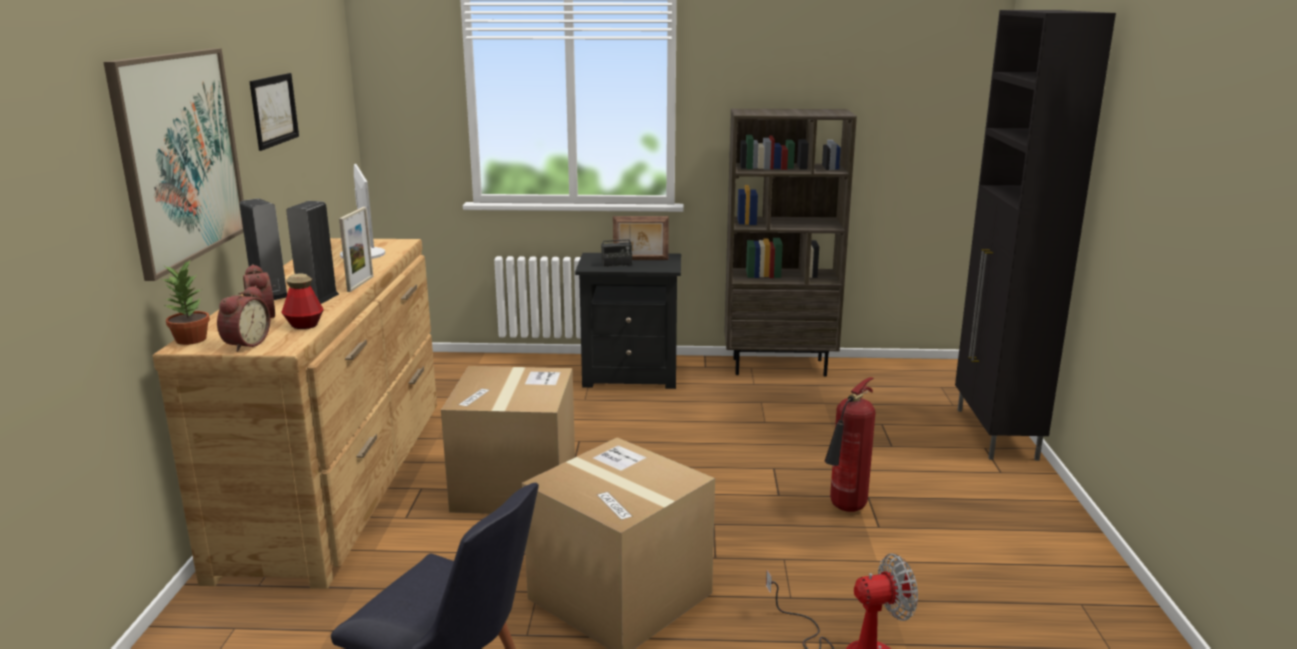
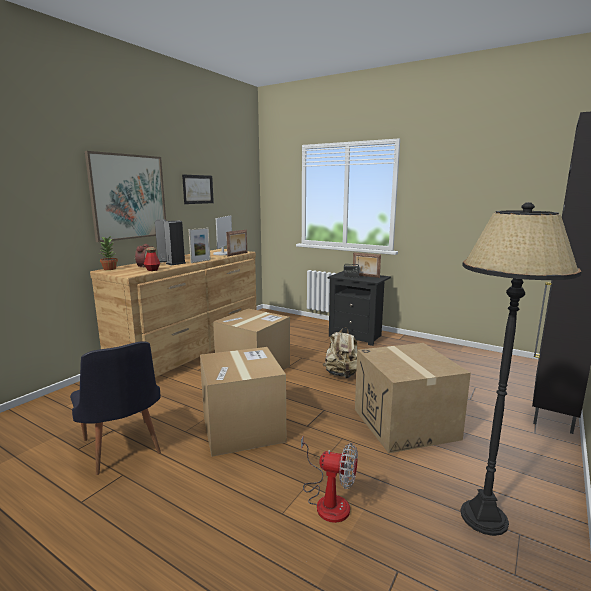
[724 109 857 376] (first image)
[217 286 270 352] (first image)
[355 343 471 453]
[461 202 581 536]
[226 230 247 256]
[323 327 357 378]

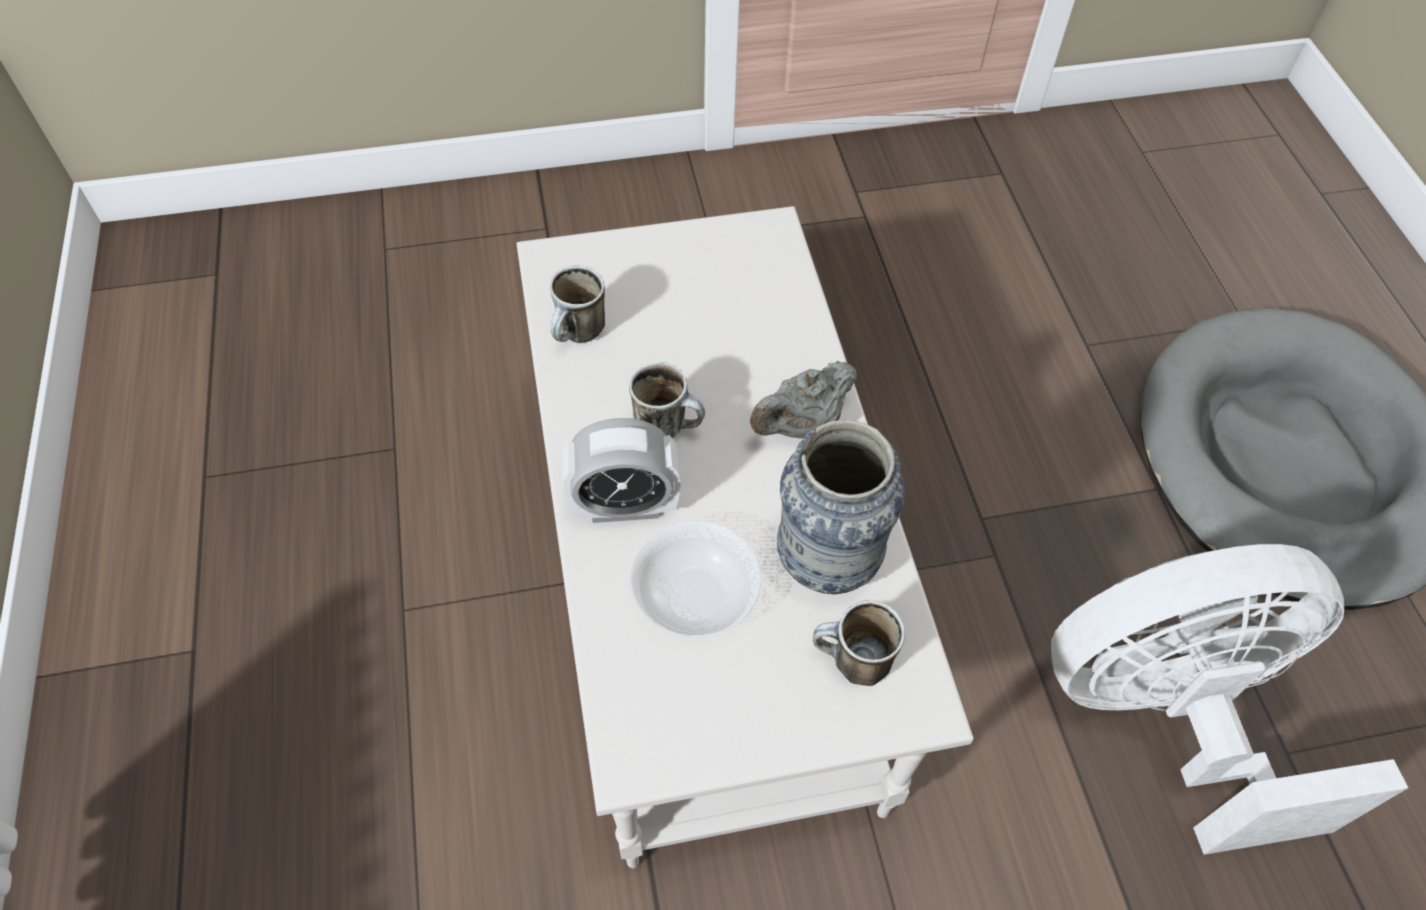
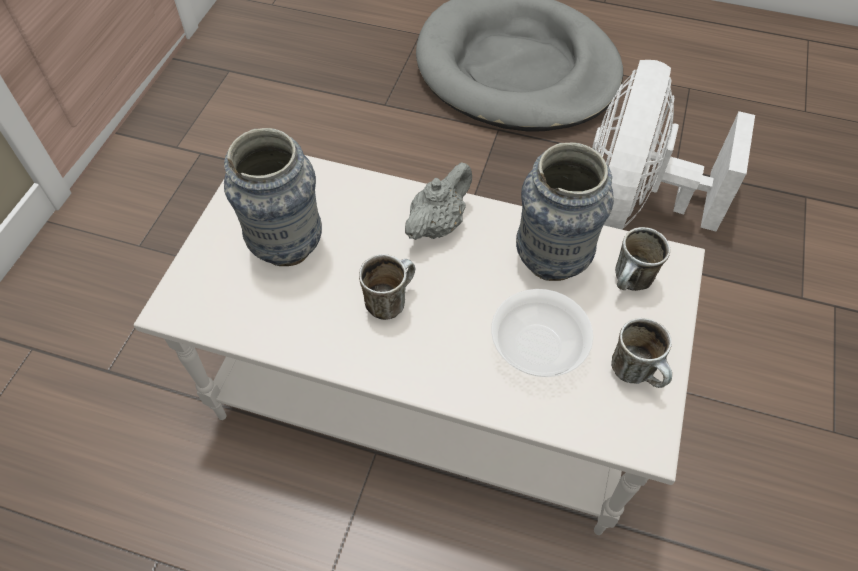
[611 318 672 388]
[405 162 472 240]
[562 418 681 523] (first image)
[224 128 322 266]

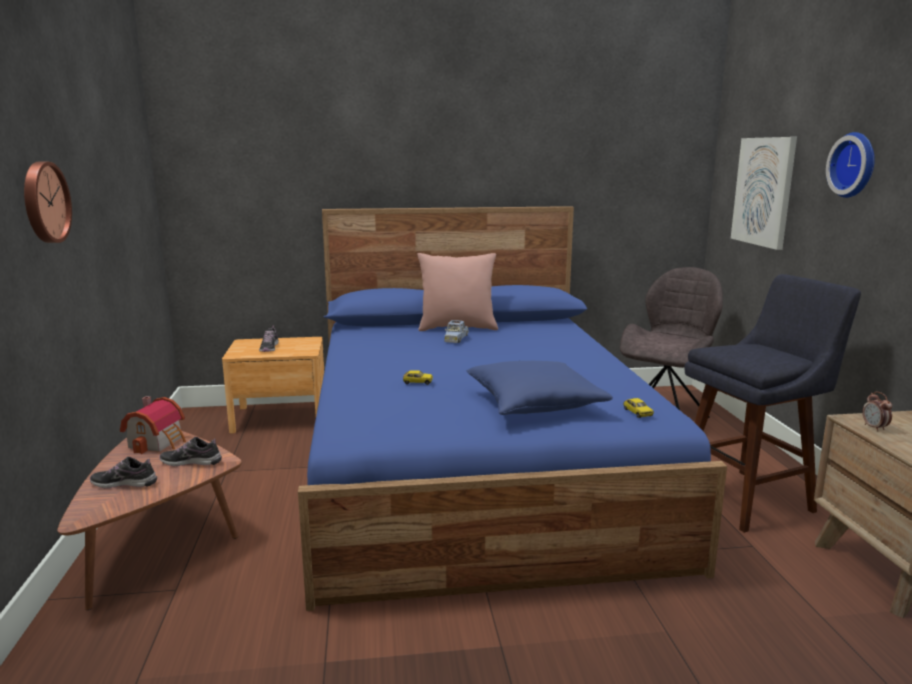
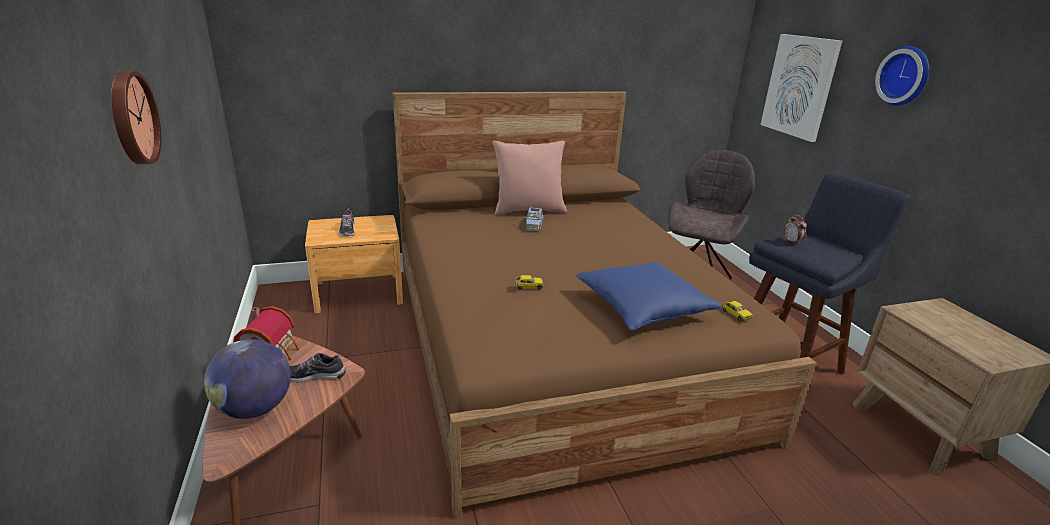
[393 91 816 518]
[784 215 807 244]
[204 339 291 419]

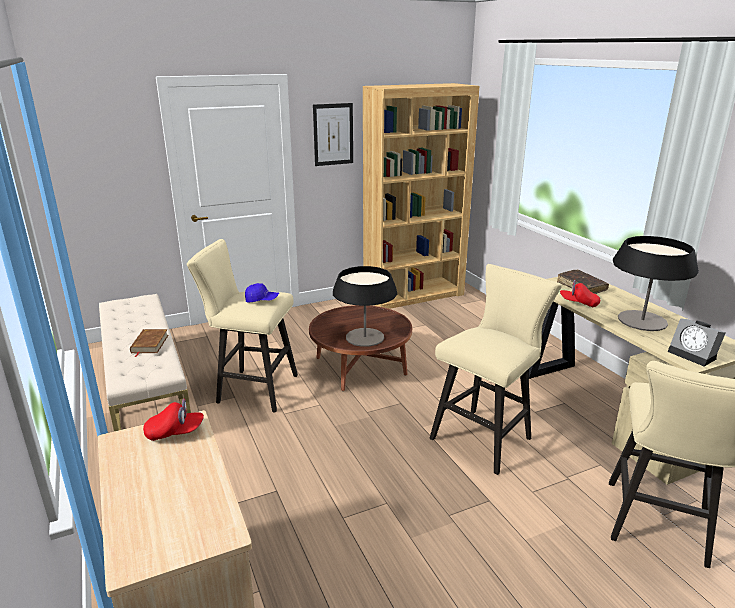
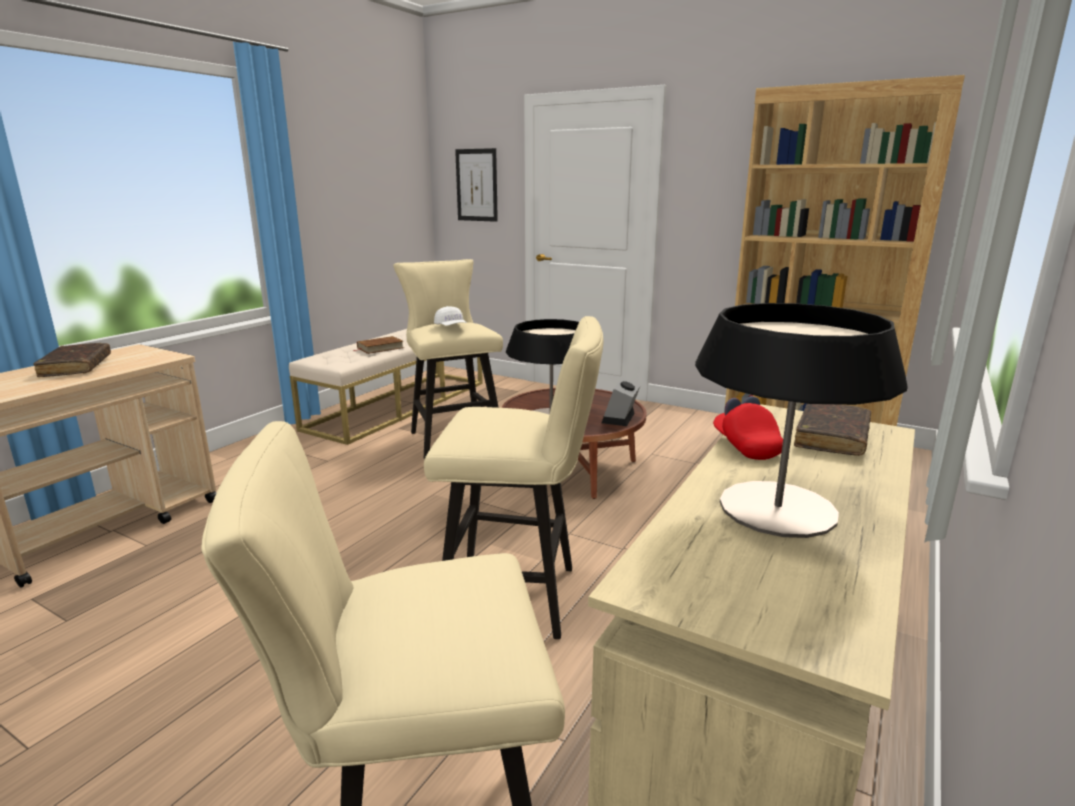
[455 148 498 222]
[434 306 467 326]
[602 378 640 426]
[143 399 204 441] (first image)
[33 343 111 377]

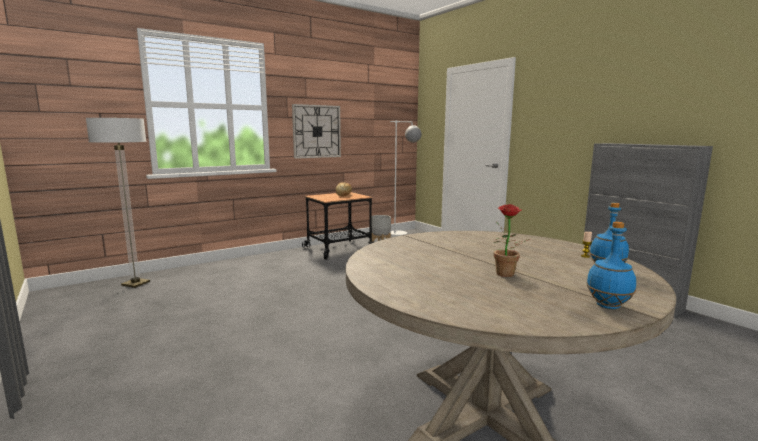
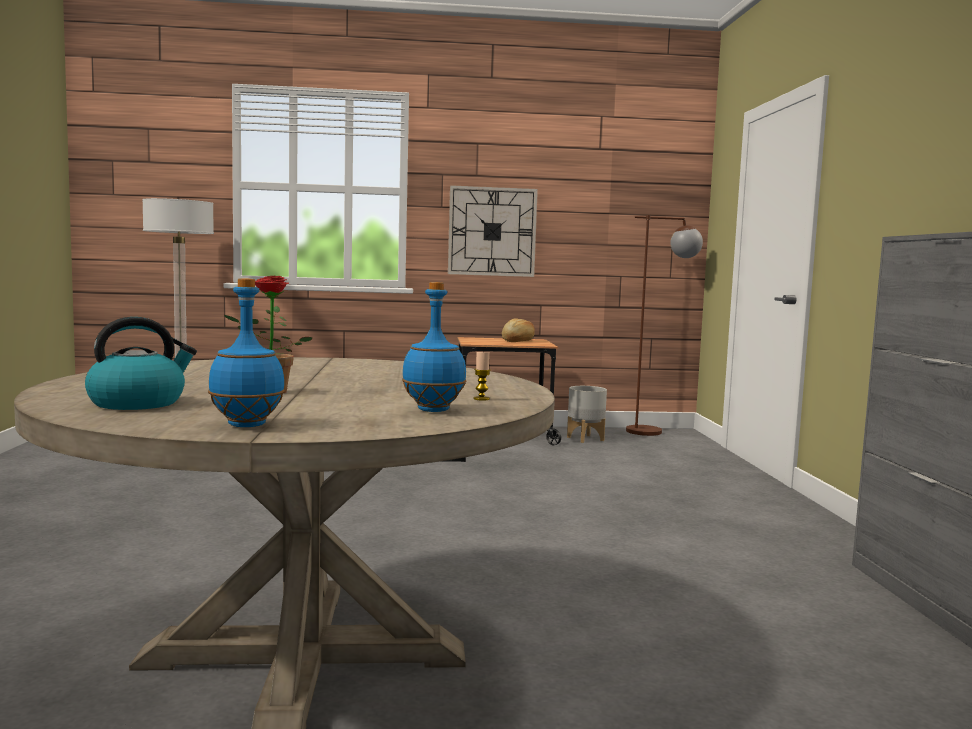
[626 215 703 436]
[85 317 197 410]

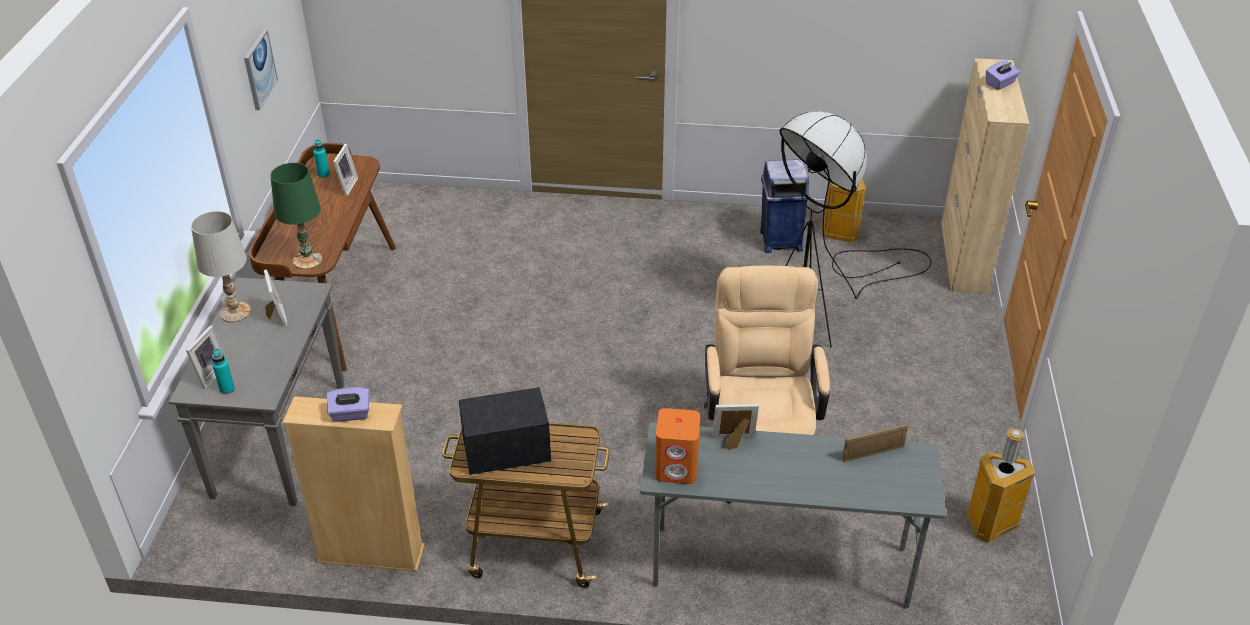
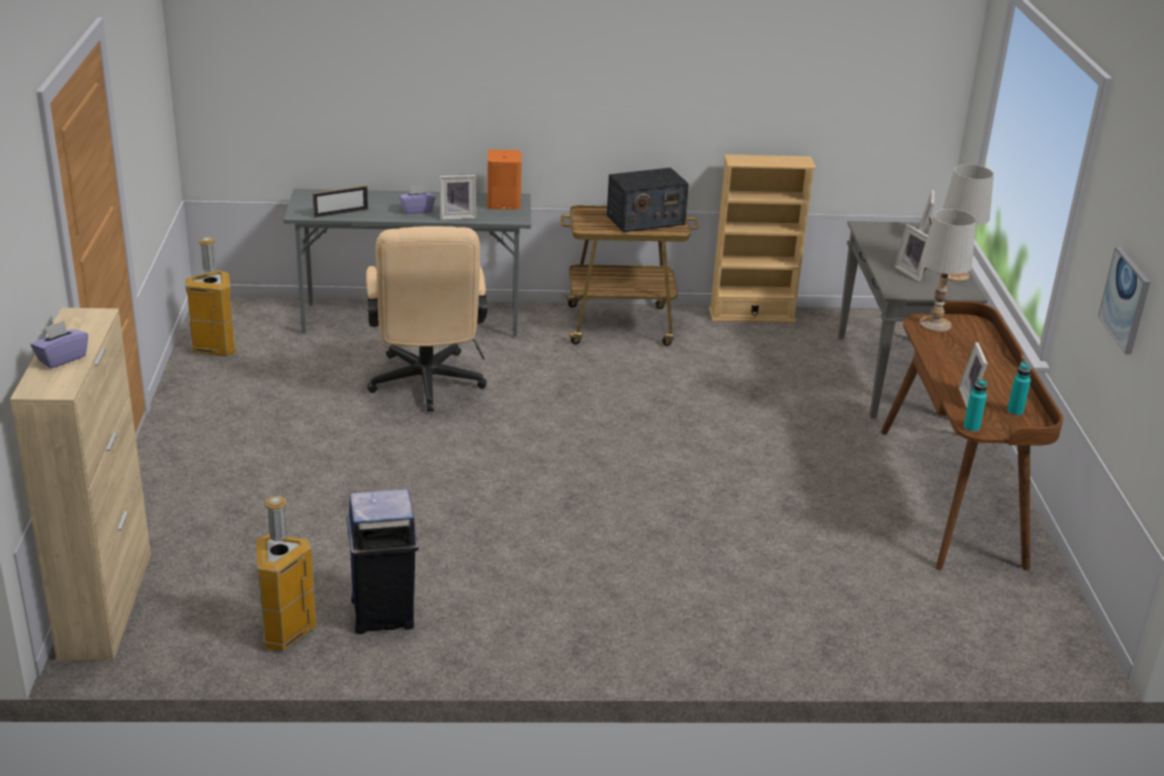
[779 111 931 347] (first image)
[919 209 976 332]
[963 379 987 432]
[399 185 435 214]

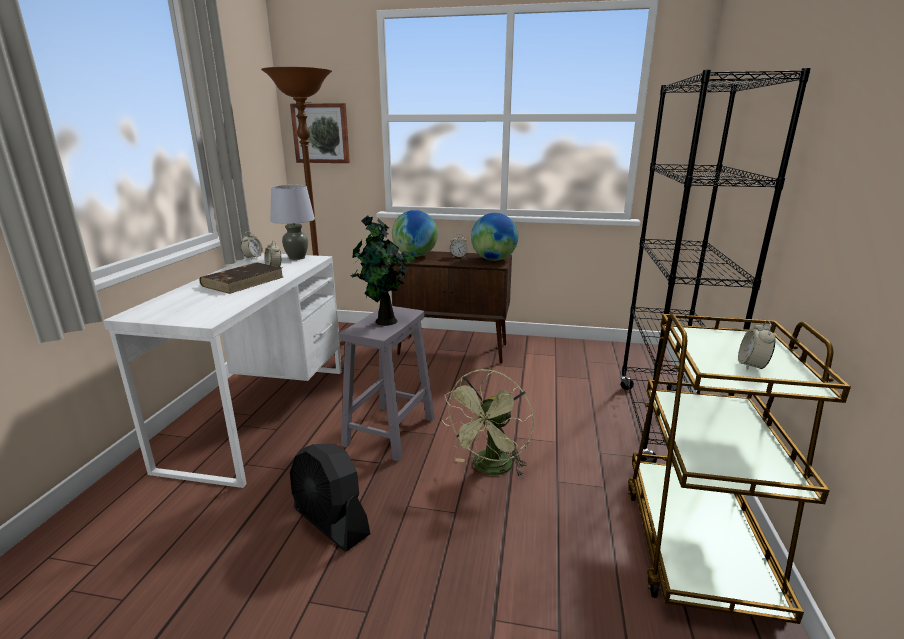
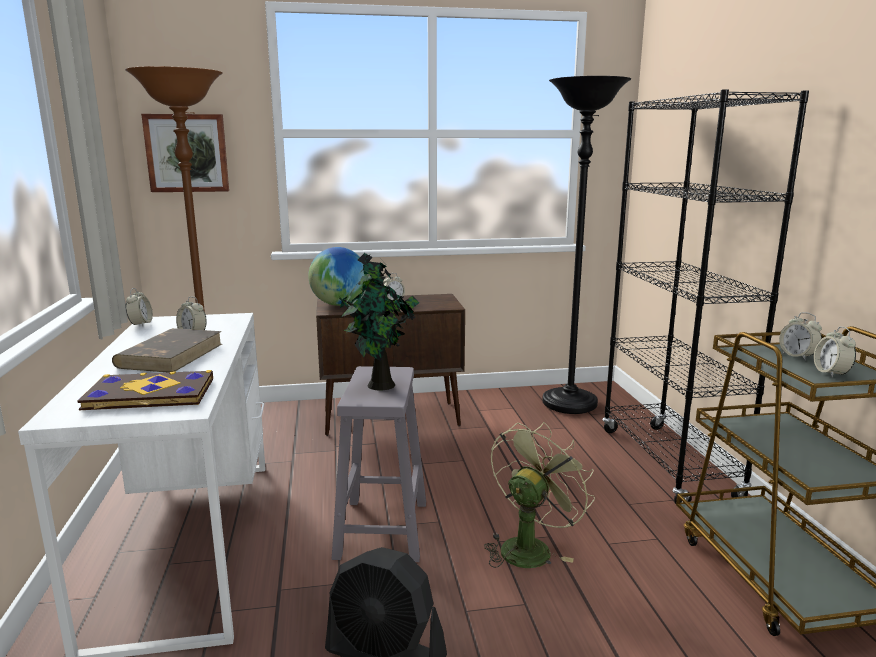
[270 185 315 260] (first image)
[471 213 518 261] (first image)
[484 422 595 568]
[542 76 631 414]
[779 312 822 360]
[77 370 213 410]

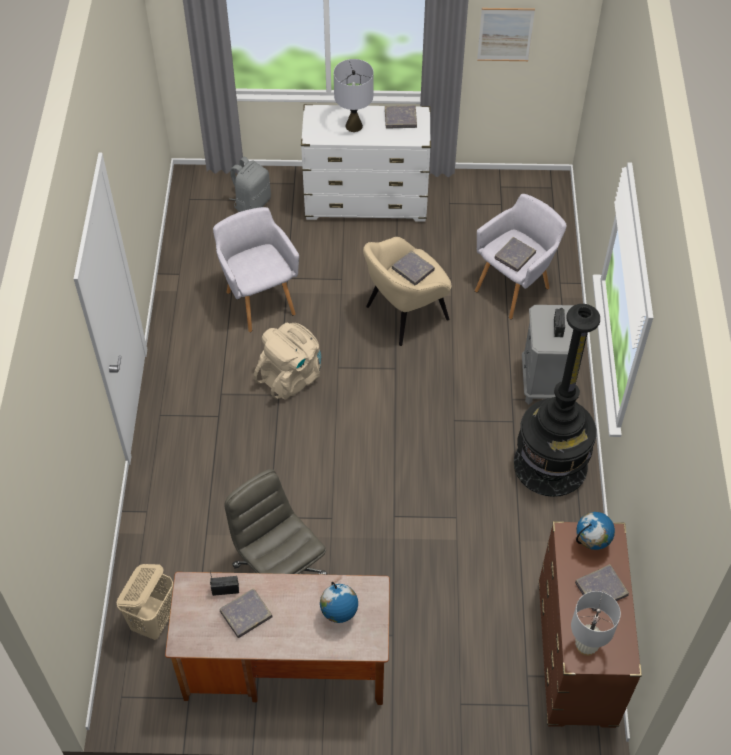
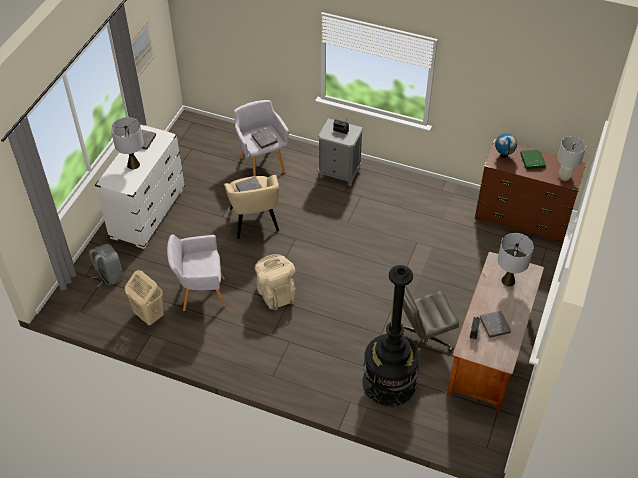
[362 265 420 407]
[125 270 164 325]
[520 150 546 169]
[498 233 534 286]

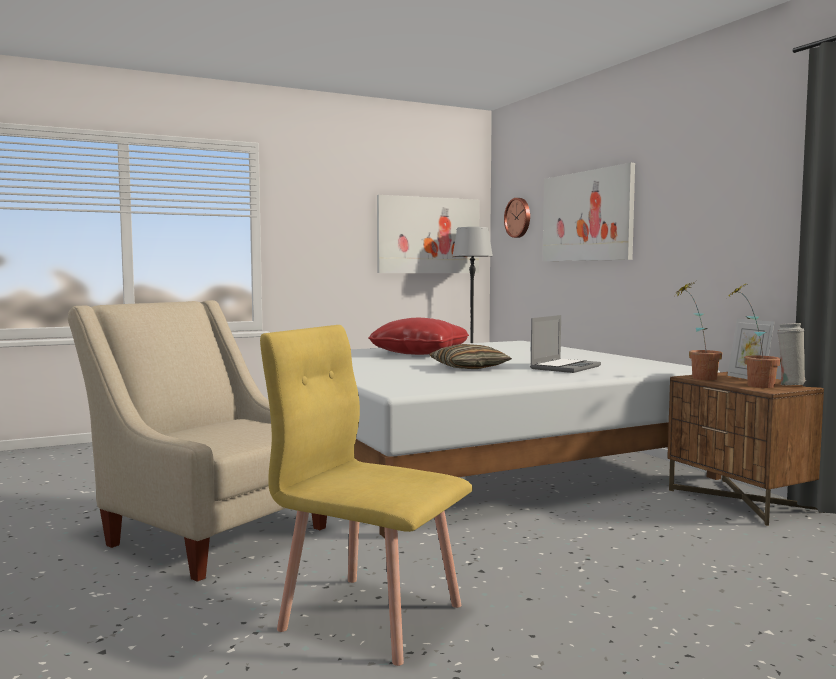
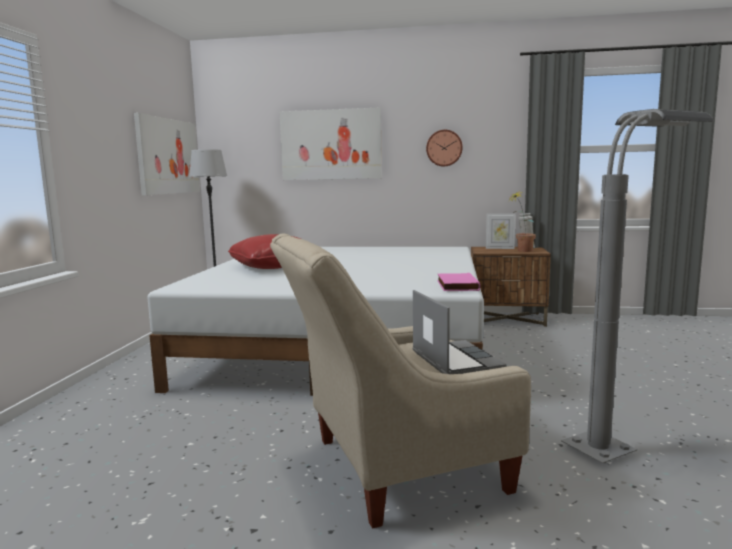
[426 130 463 166]
[673 282 722 380] (first image)
[412 290 507 374]
[561 109 714 464]
[429 344 512 369] (first image)
[437 273 480 291]

